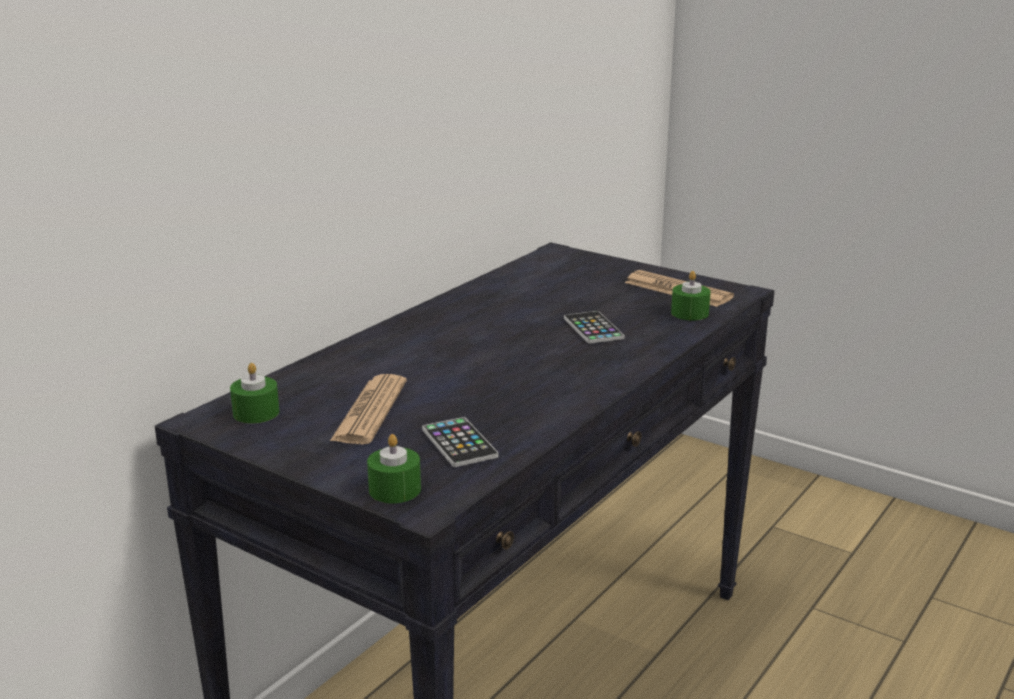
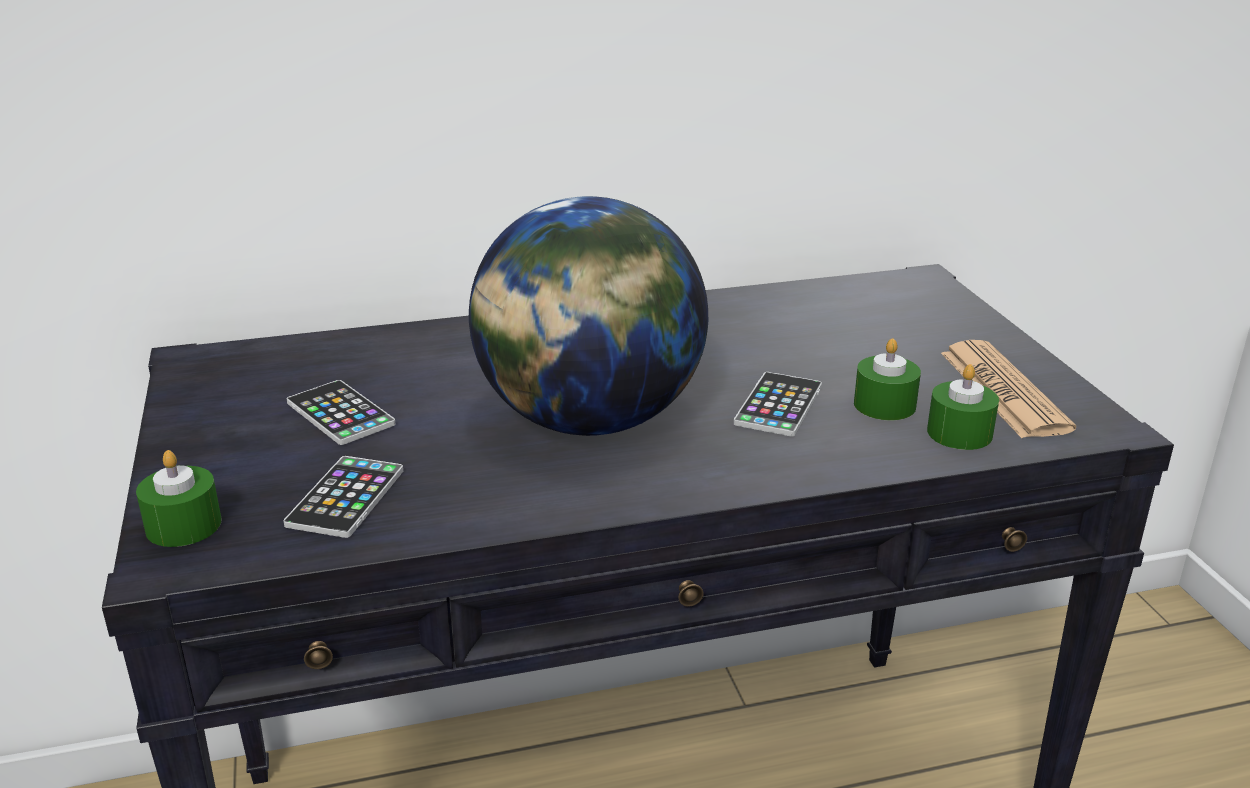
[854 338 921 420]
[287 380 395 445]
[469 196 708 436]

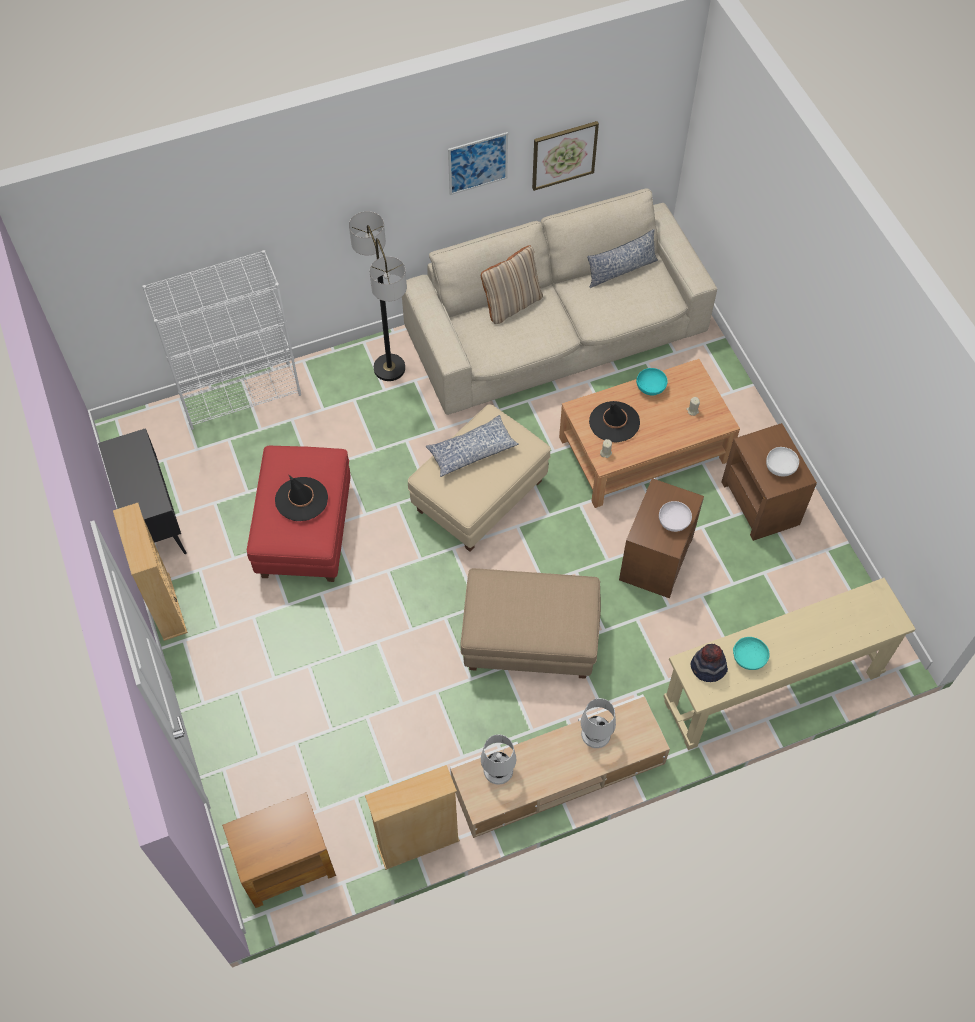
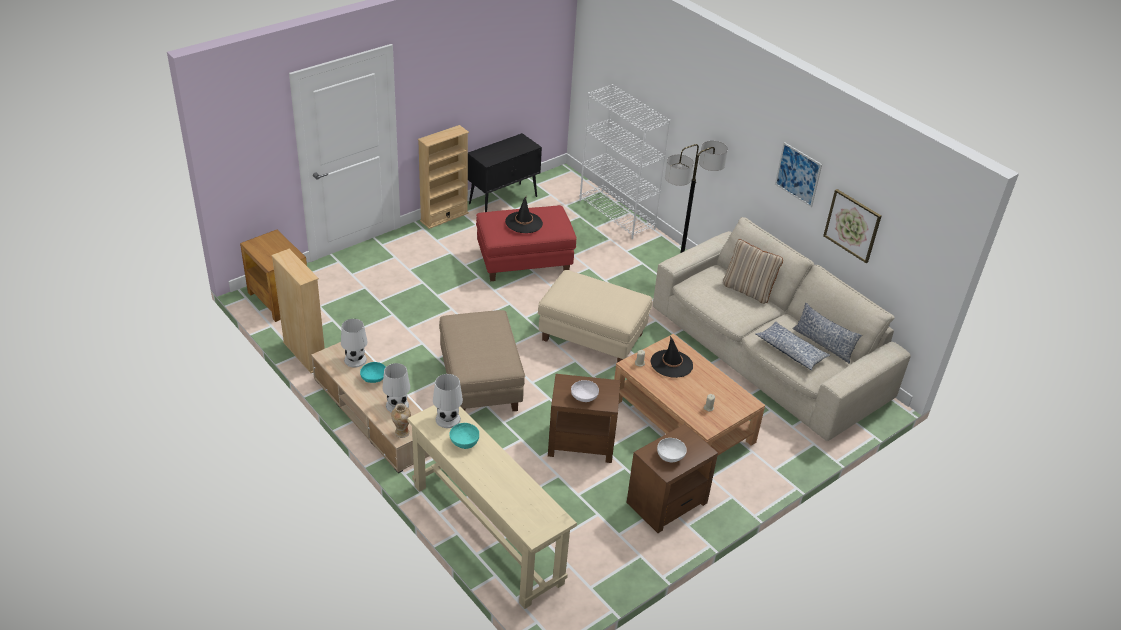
[360 362 386 383]
[755 322 830 370]
[433 374 463 428]
[391 403 411 438]

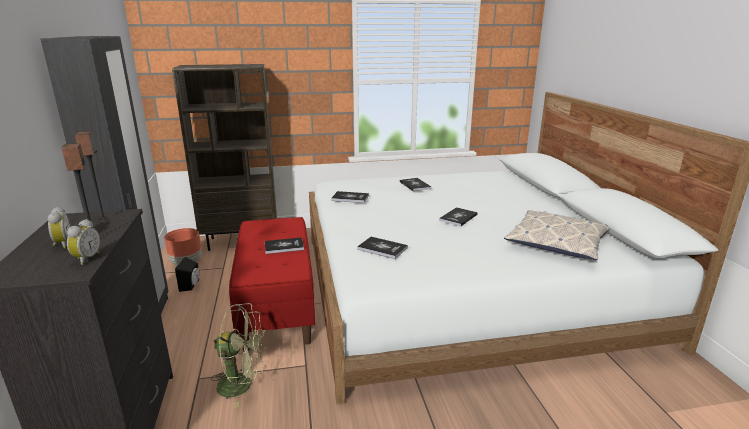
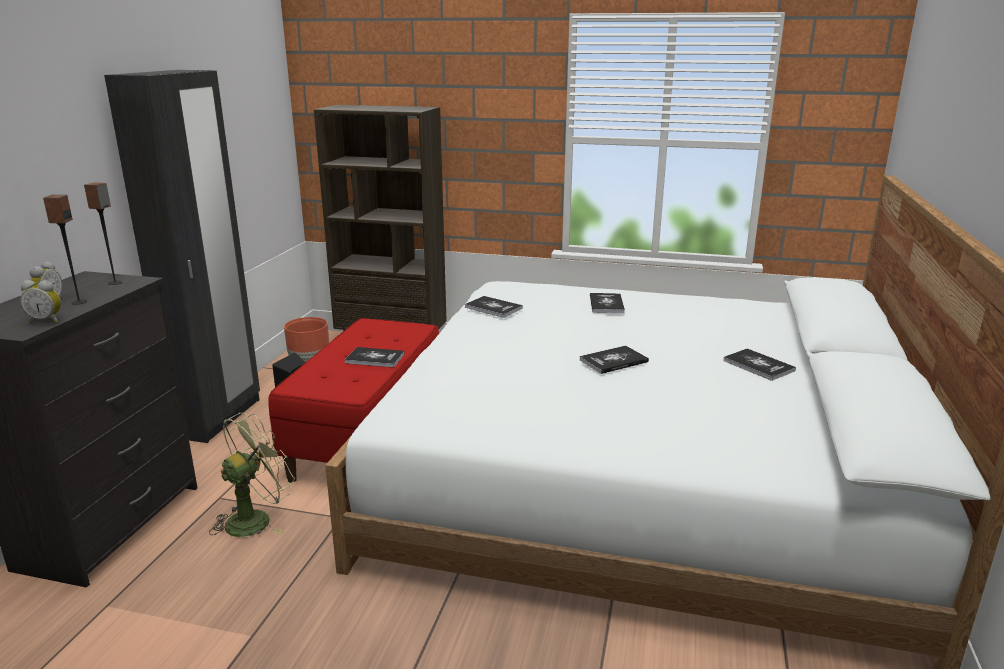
[504 210 610 260] (first image)
[20 280 61 323]
[723 349 796 381]
[209 412 295 537]

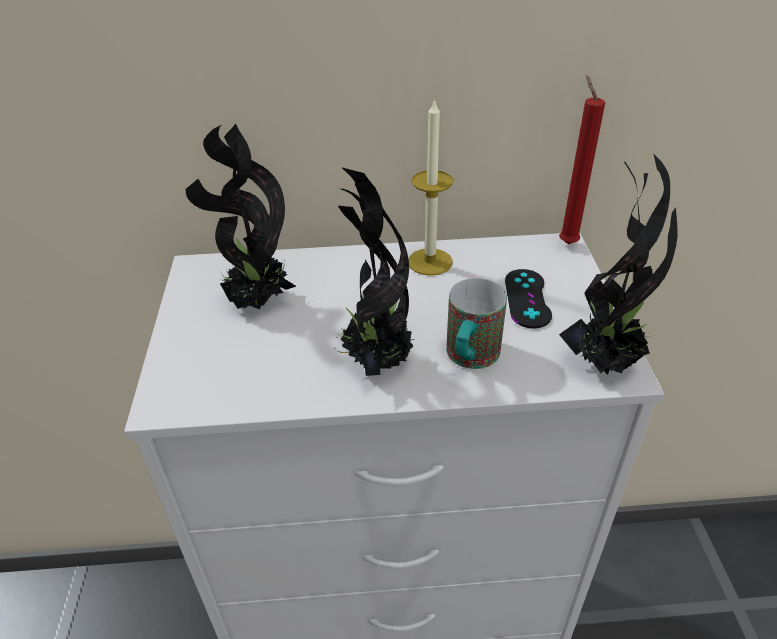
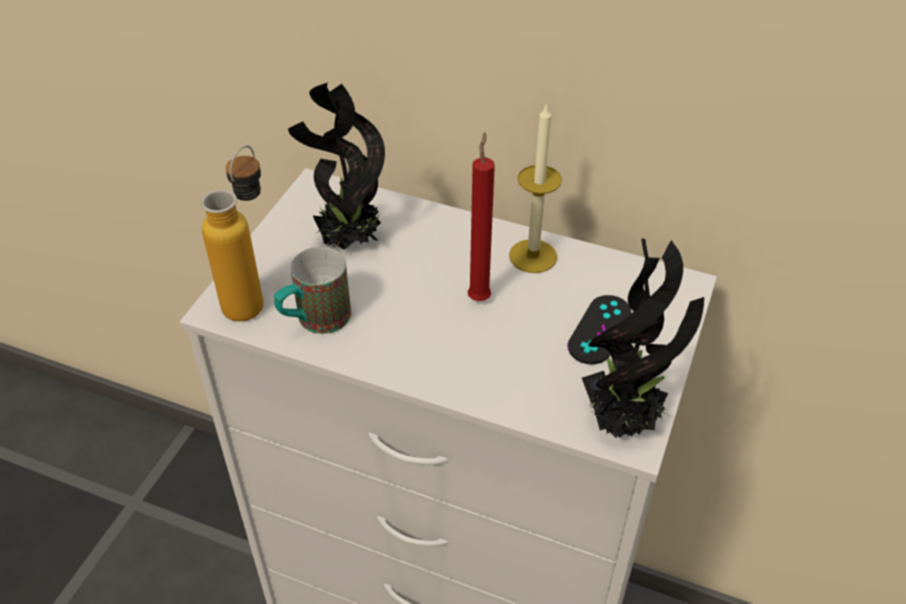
[467 132 495 301]
[334 167 414 376] (first image)
[274 247 351 334]
[201 145 263 321]

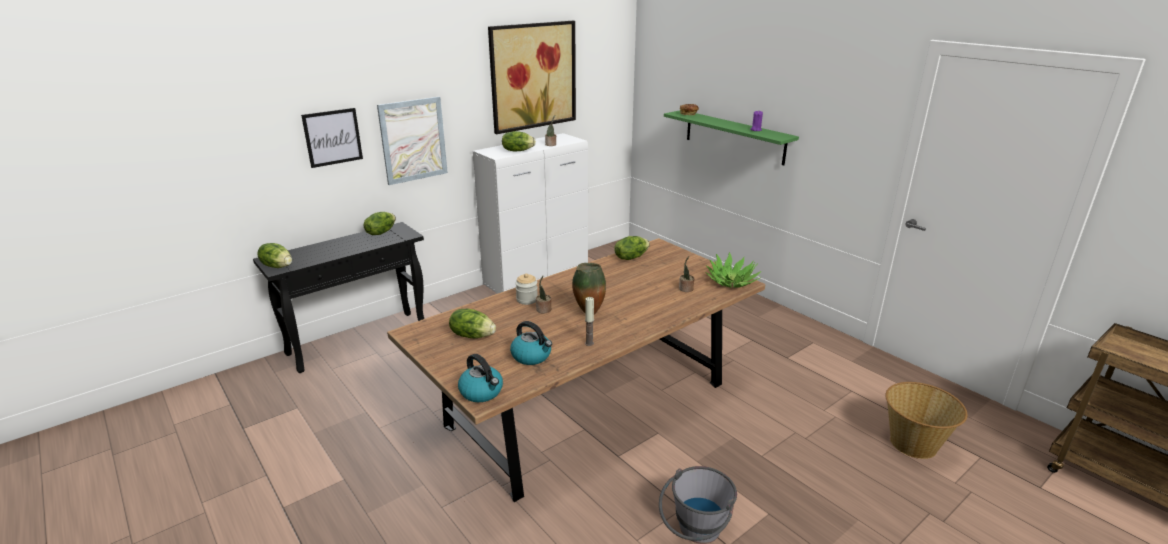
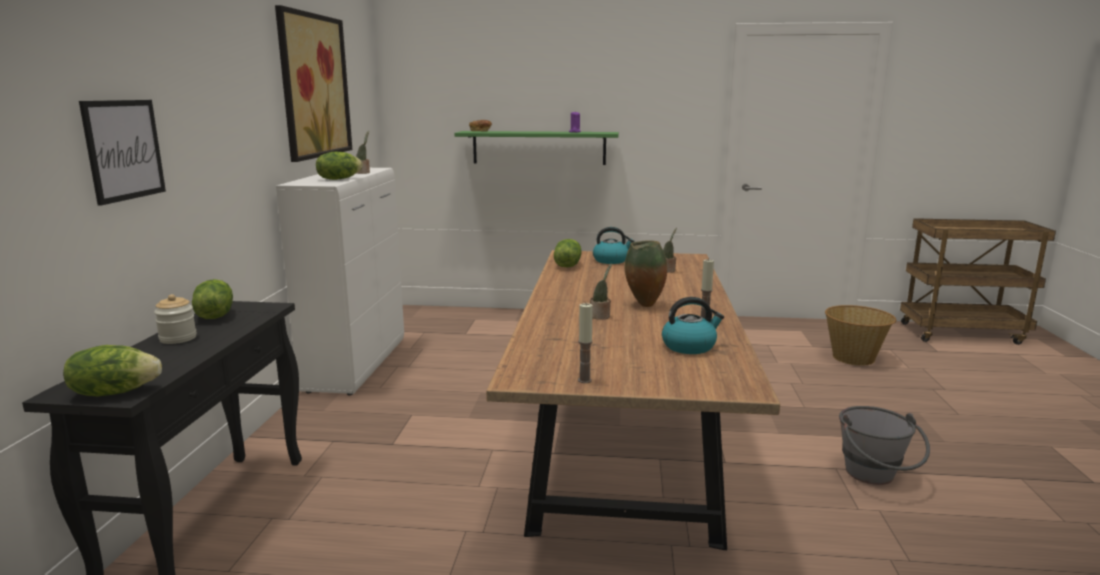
[377 97 448 185] (first image)
[705 252 761 288] (first image)
[154 294 197 344]
[449 309 496 338] (first image)
[593 227 635 264]
[578 303 593 383]

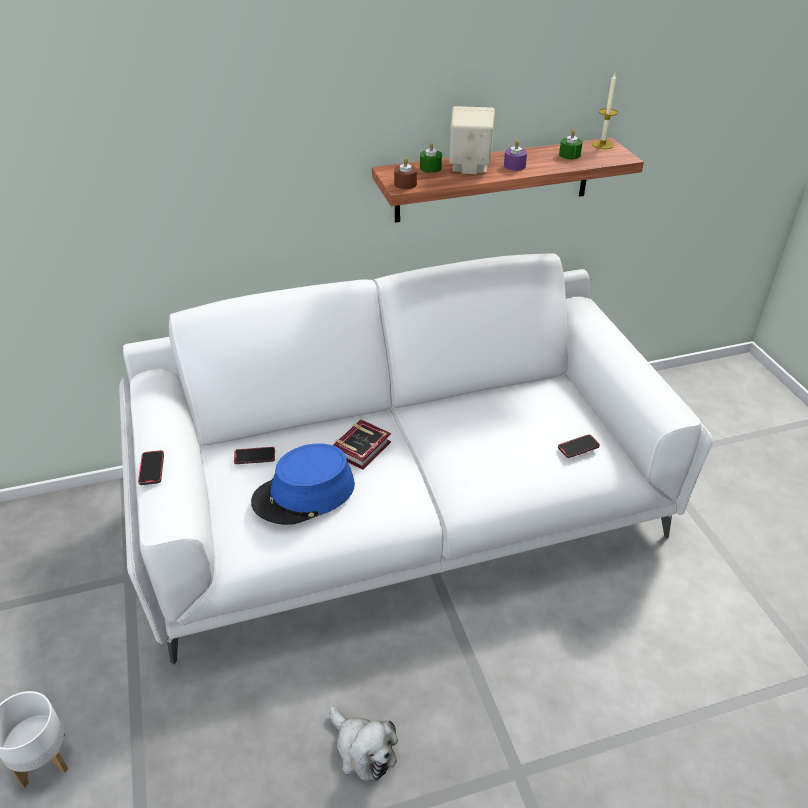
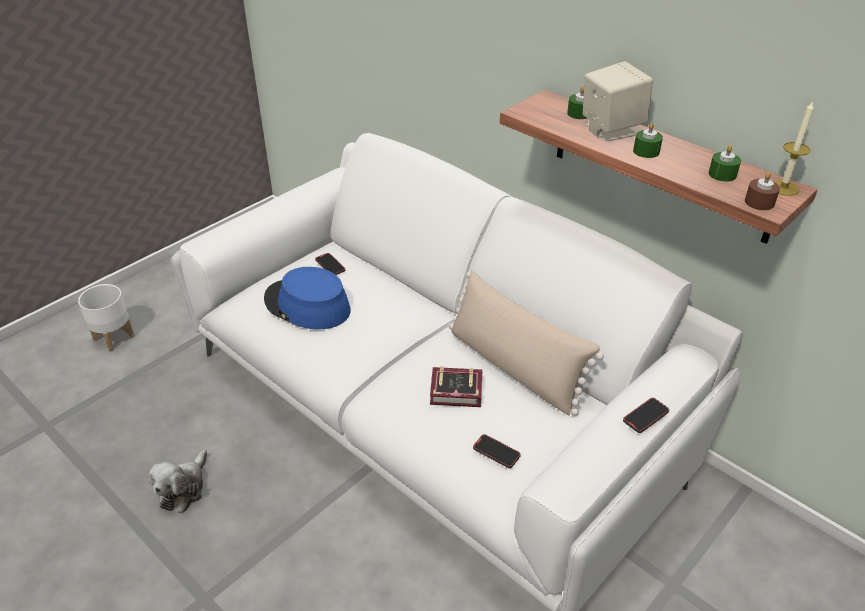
[633 123 663 158]
[745 172 780 210]
[430 366 482 407]
[623 398 669 433]
[449 270 604 416]

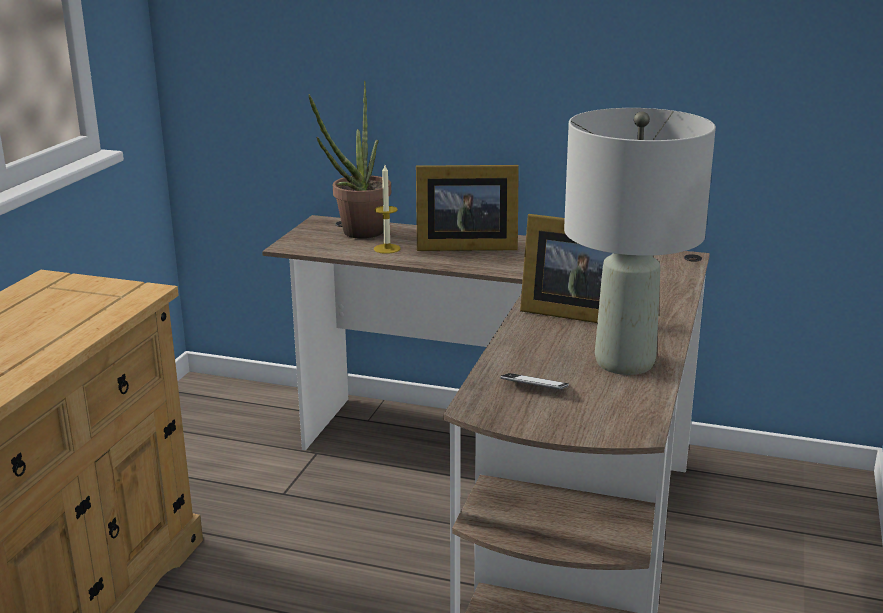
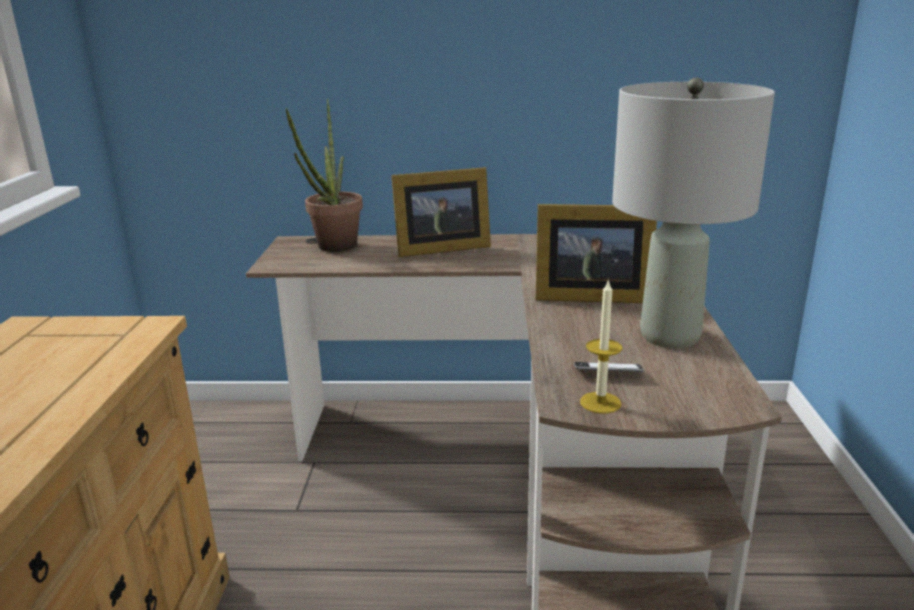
[580 279 622 414]

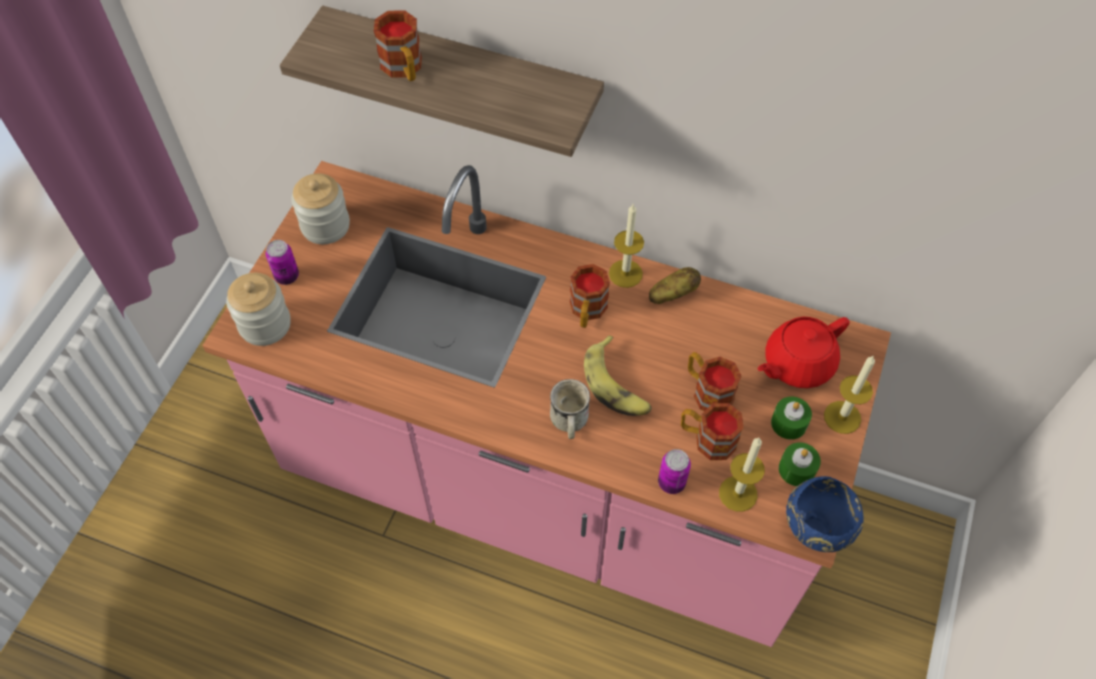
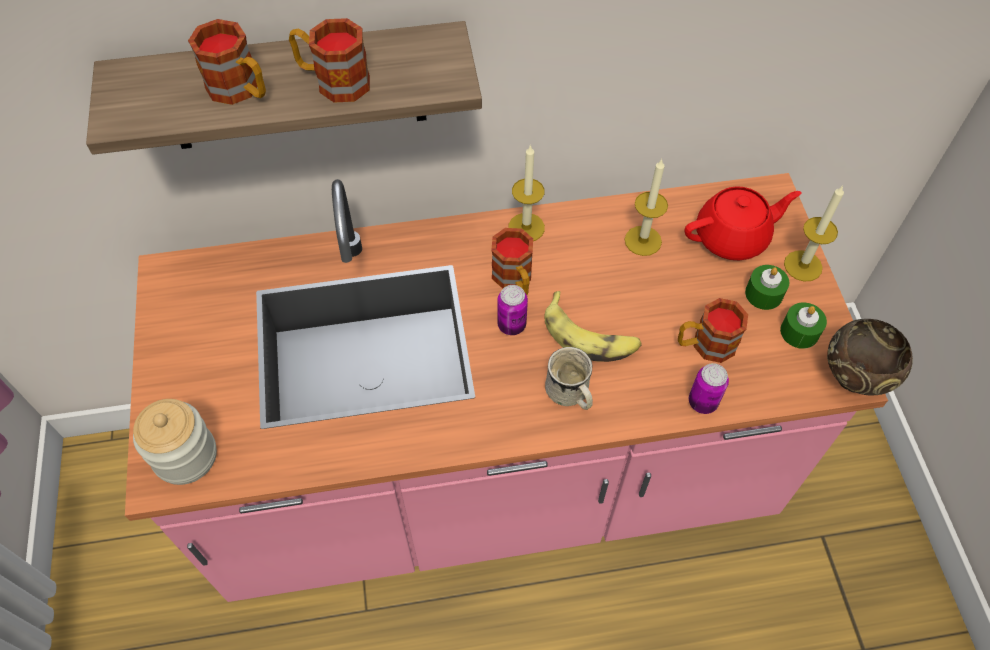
[291 173 350 244] (first image)
[497 285 528 335]
[649 267 701 304] (first image)
[684 186 802 261]
[289 18 370 103]
[625 158 668 256]
[827 319 913 395]

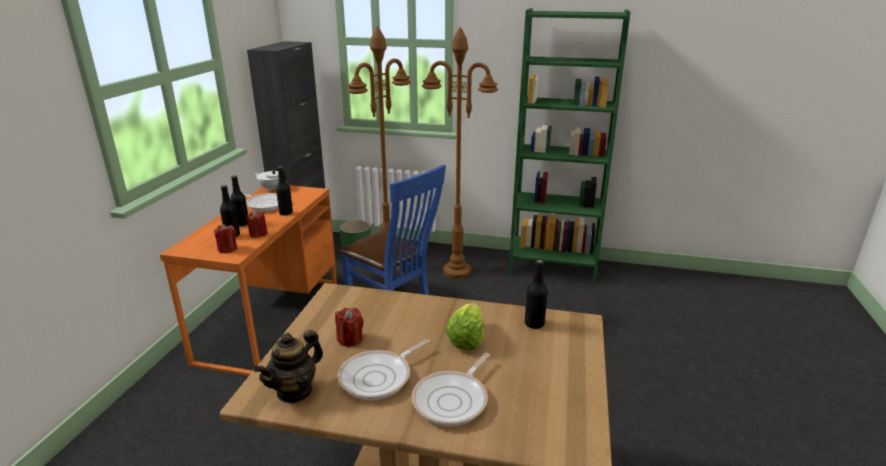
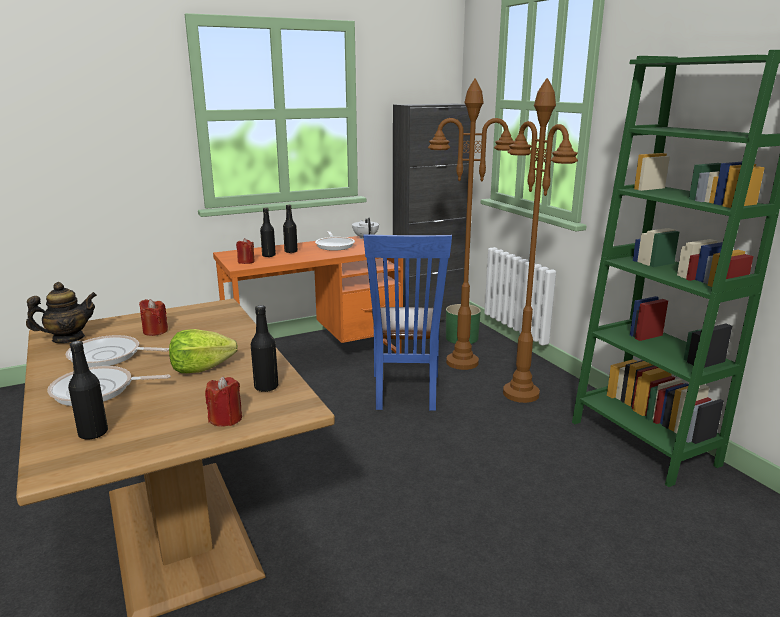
[68 341 108 440]
[205 376 242 427]
[26 282 97 343]

